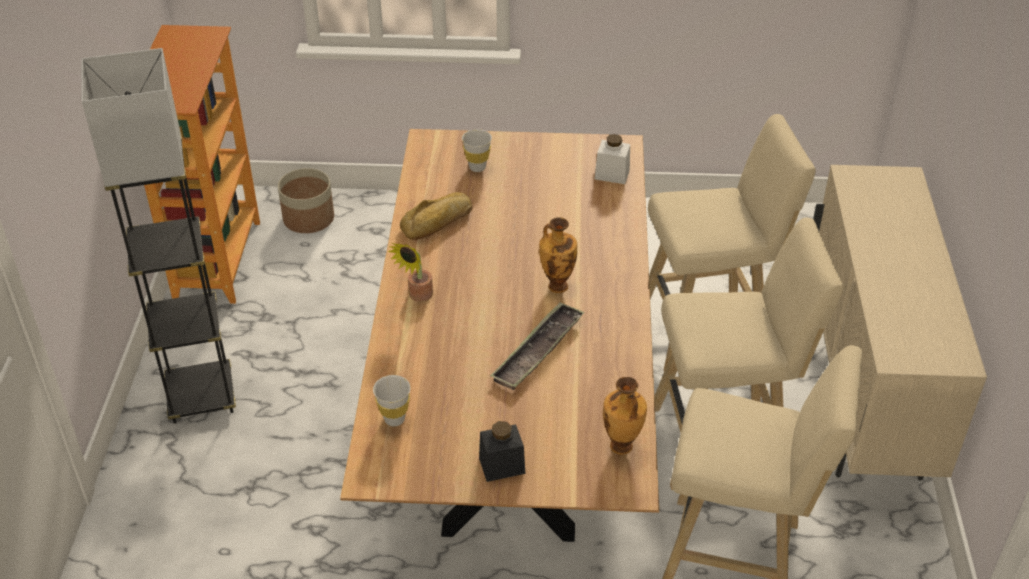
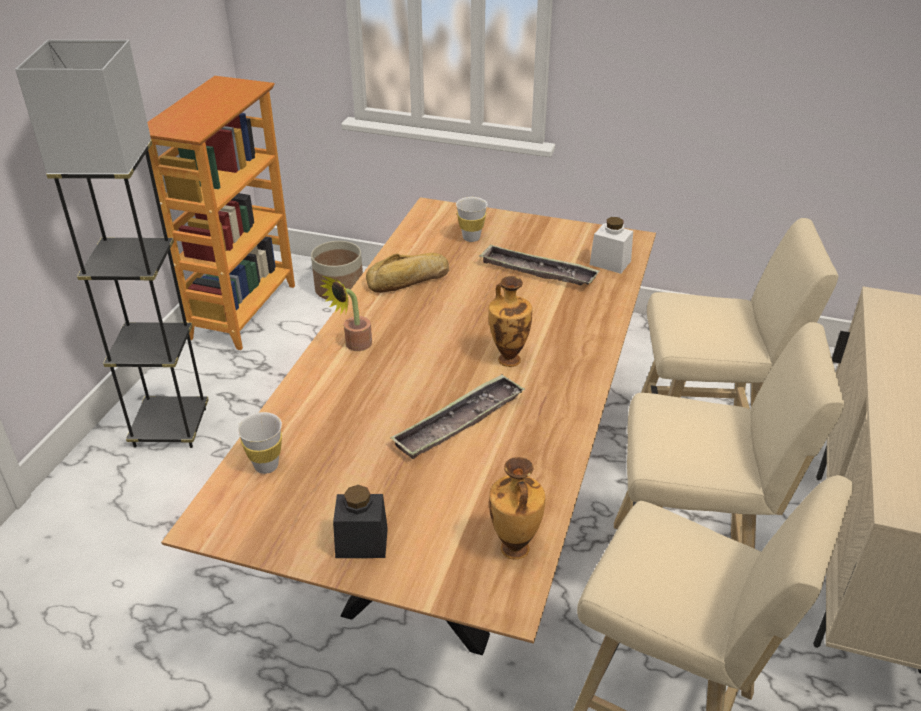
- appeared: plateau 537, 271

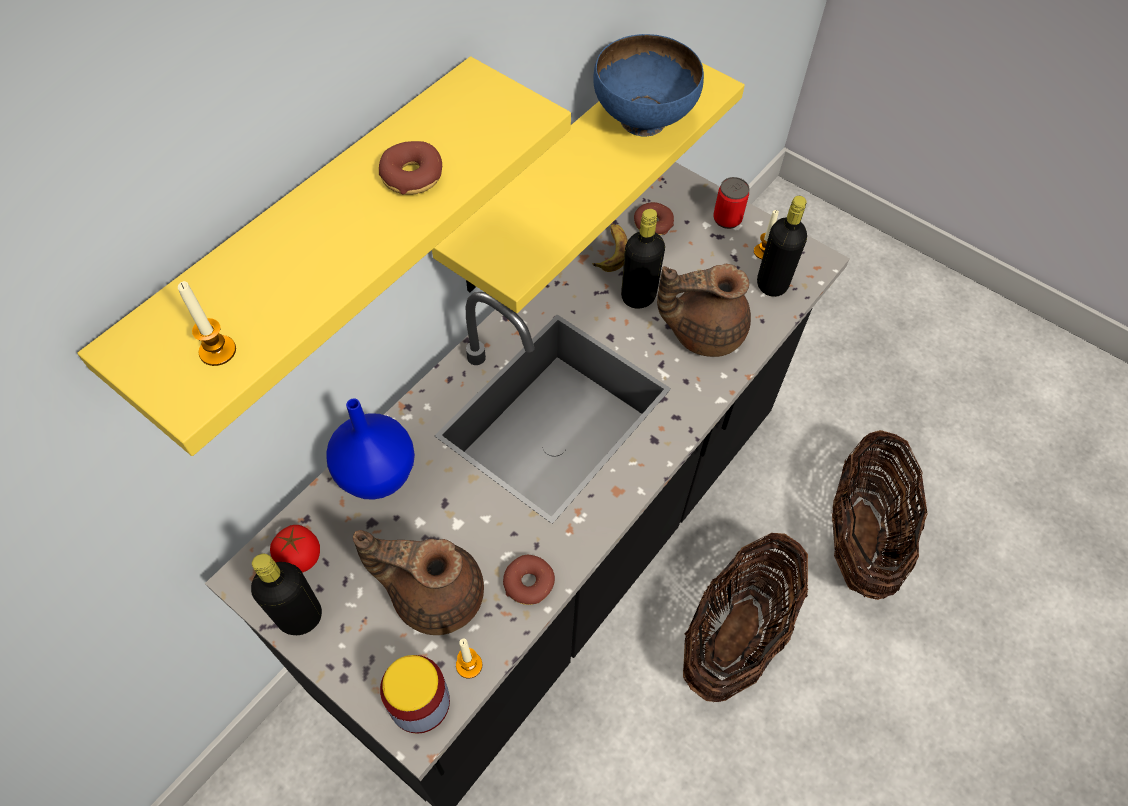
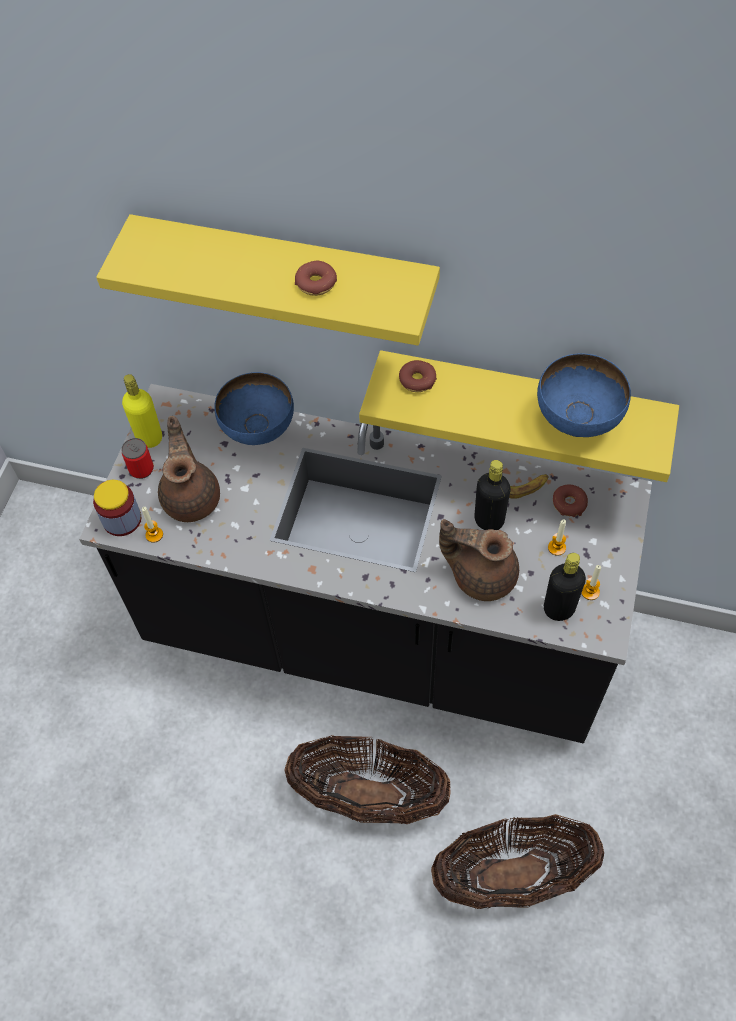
- relocated: boîte métallique 727, 219 to 141, 469
- spun: théière/marron 703, 331 = 481, 575 45 degrees counterclockwise
- relocated: bougie 217, 351 to 556, 547
- exchanged: vase/bleu 379, 475 to bol/bleu 259, 431
- missing: tomate 300, 557
- colour: bouteille/noir 300, 617 to bouteille/jaune 149, 438
- relocated: beignet 528, 583 to 417, 380

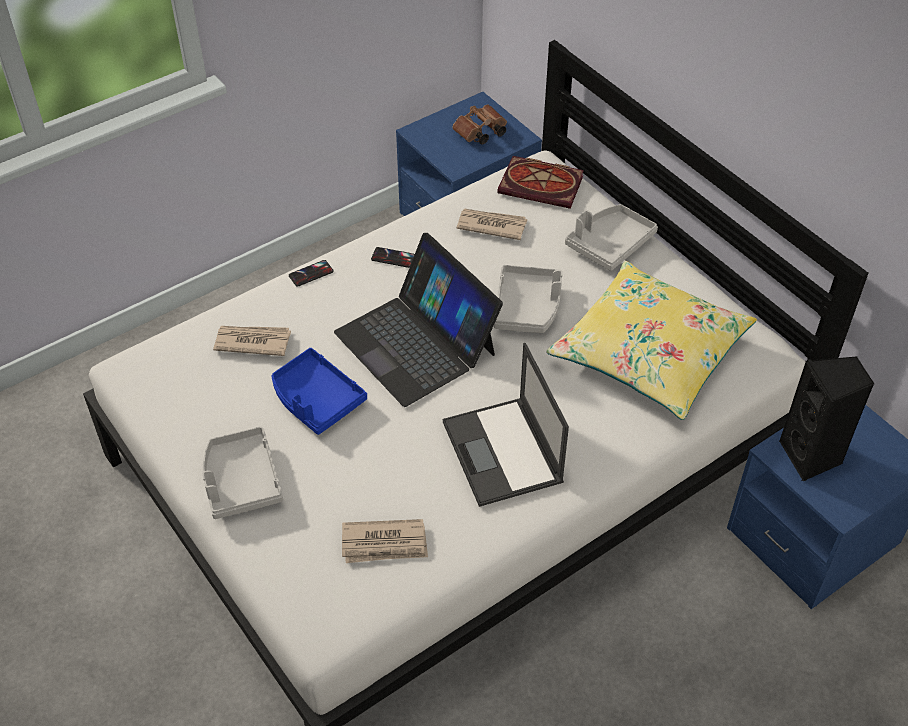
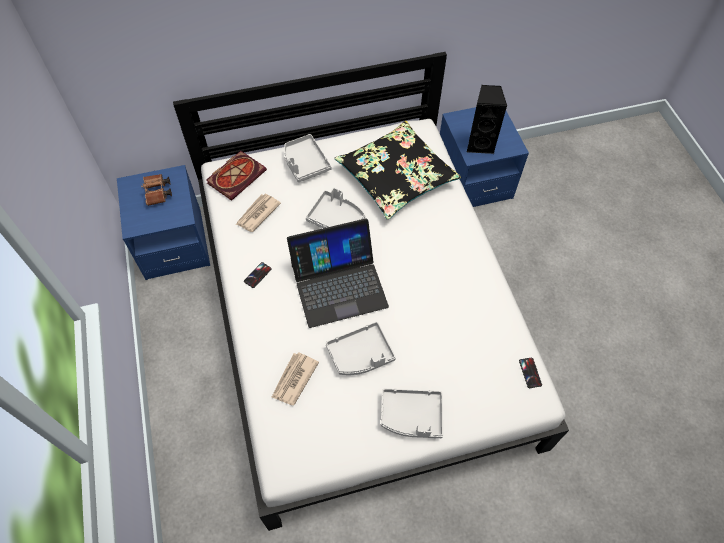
- relocated: téléphone 311, 273 to 530, 373
- colour: coussin/jaune 649, 352 to coussin/noir 396, 177
- missing: ordinateur portable 503, 453
- colour: plateau/bleu 316, 399 to plateau/gris 361, 354
- missing: journal 385, 544

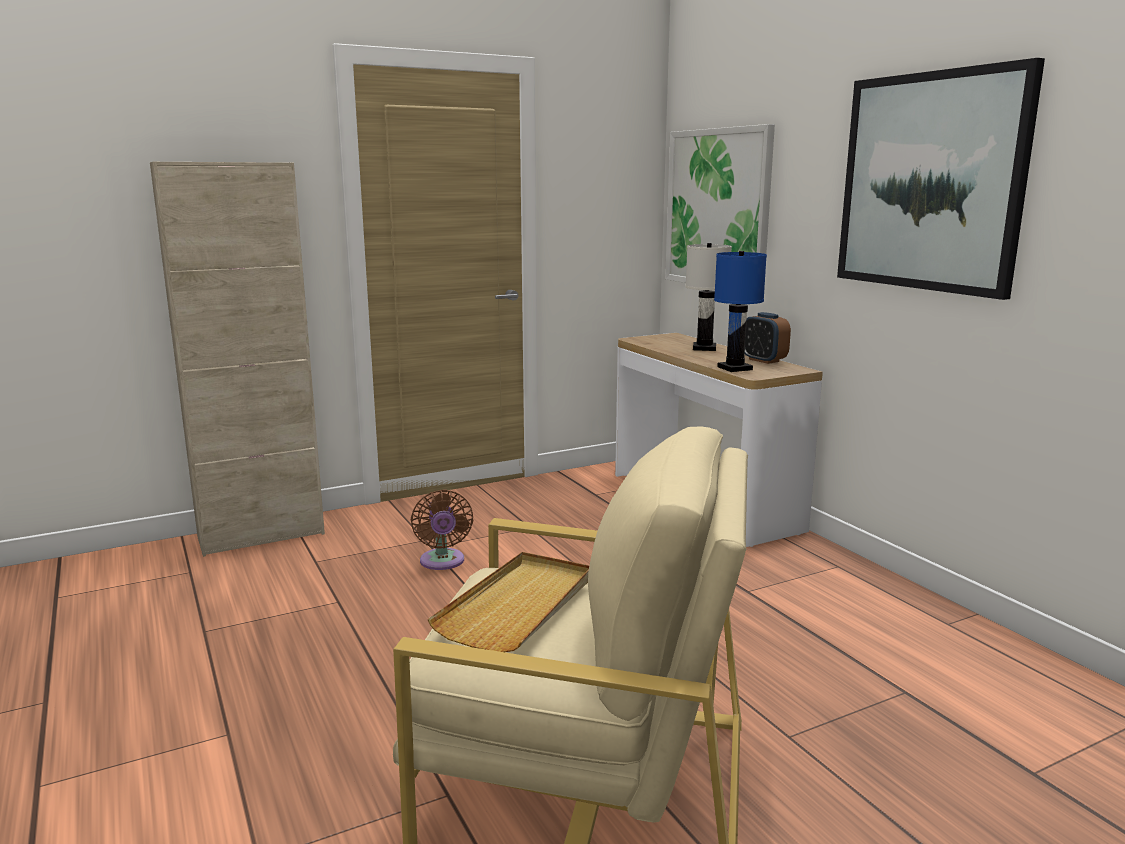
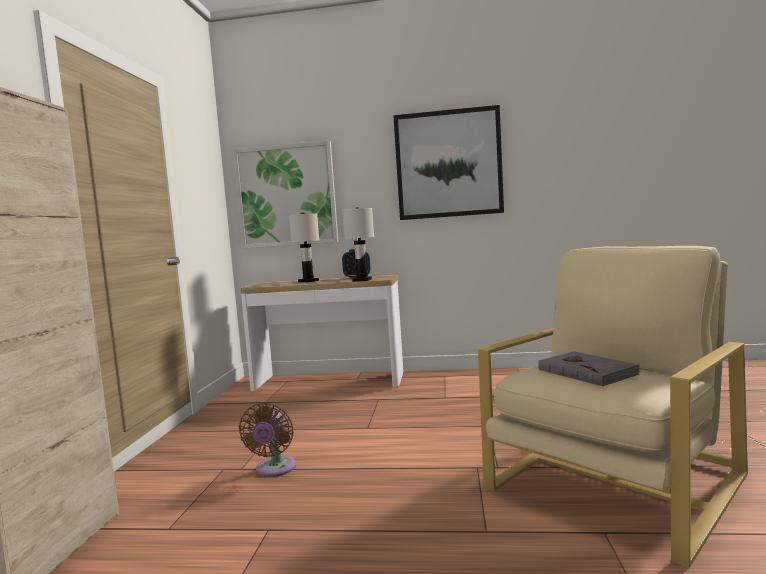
- colour: lampe de table/bleu 735, 368 to lampe de table/blanc 362, 280
- spun: ventilateur/marron 442, 562 = 274, 470 75 degrees clockwise
- exchanged: plateau/beige 519, 605 to livre/gris 587, 371

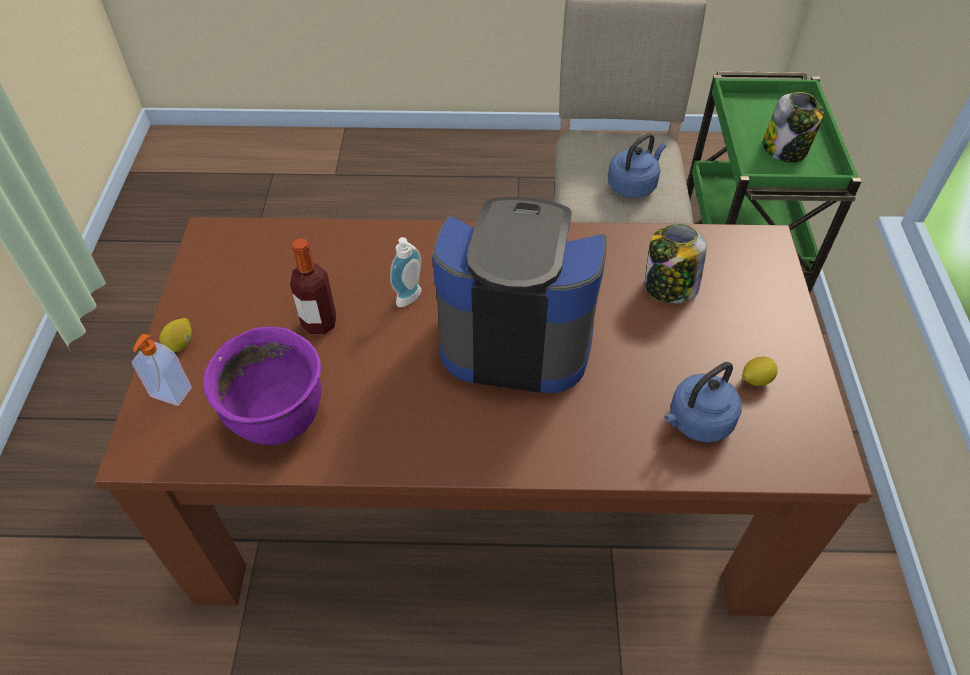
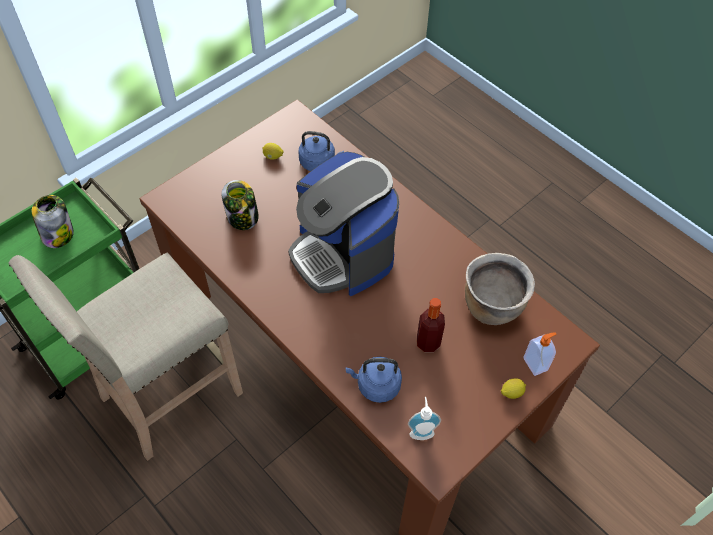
- relocated: bouilloire/bleu 633, 185 to 376, 385
- relocated: distributeur de savon 411, 299 to 421, 431
- colour: marmite/violet 278, 418 to marmite/marron 492, 306

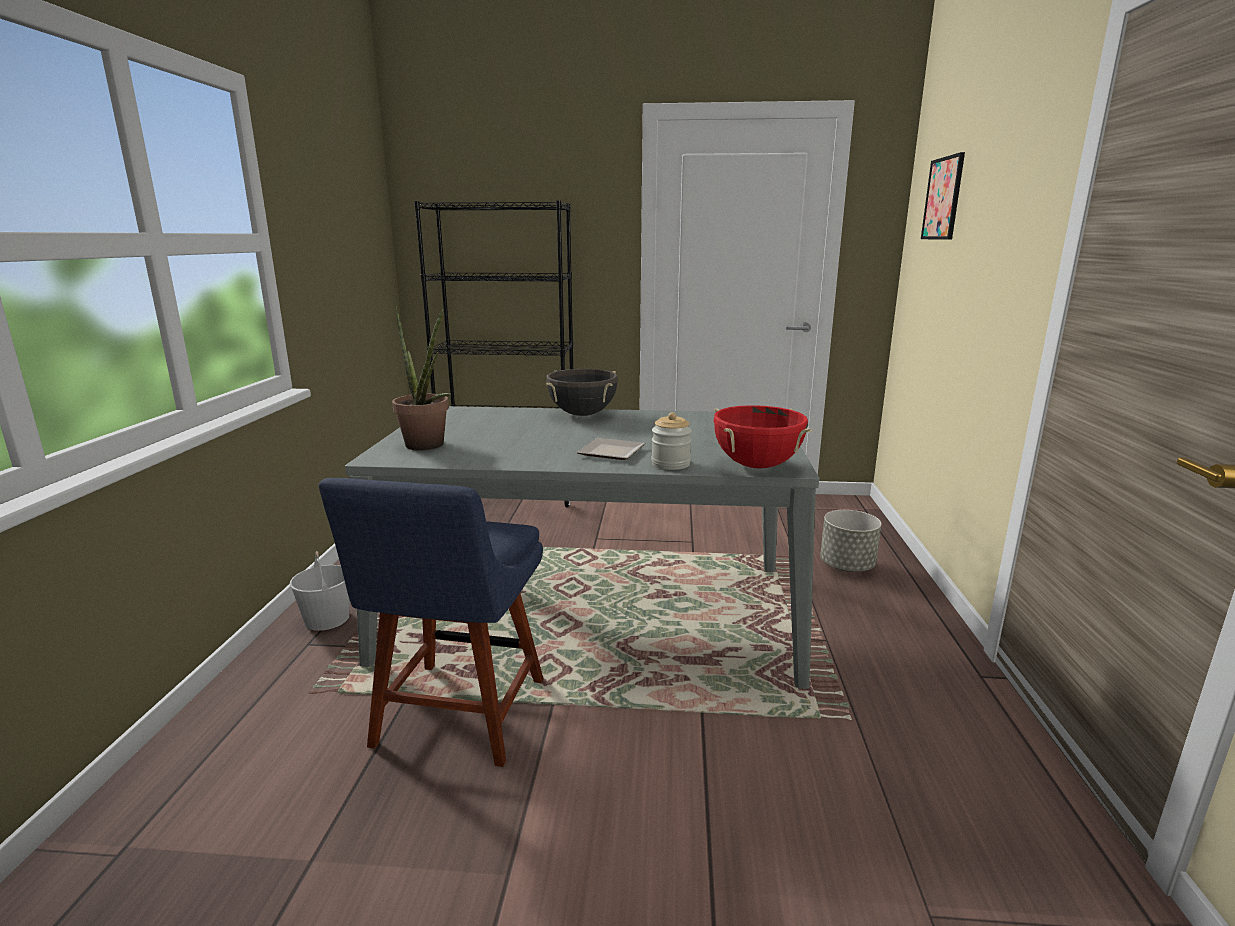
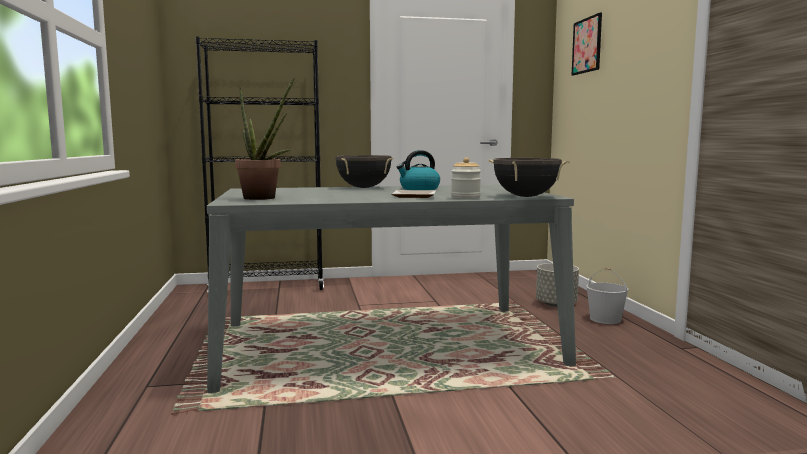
- colour: marmite/rouge 756, 466 to marmite/noir 525, 196
- missing: chaise/bleu 457, 718
- relocated: seau/blanc 327, 619 to 606, 319
- appeared: bouilloire 419, 189

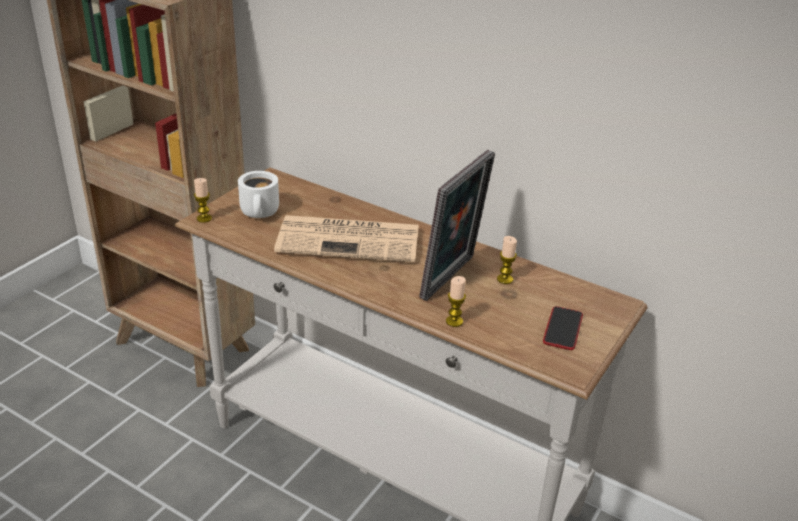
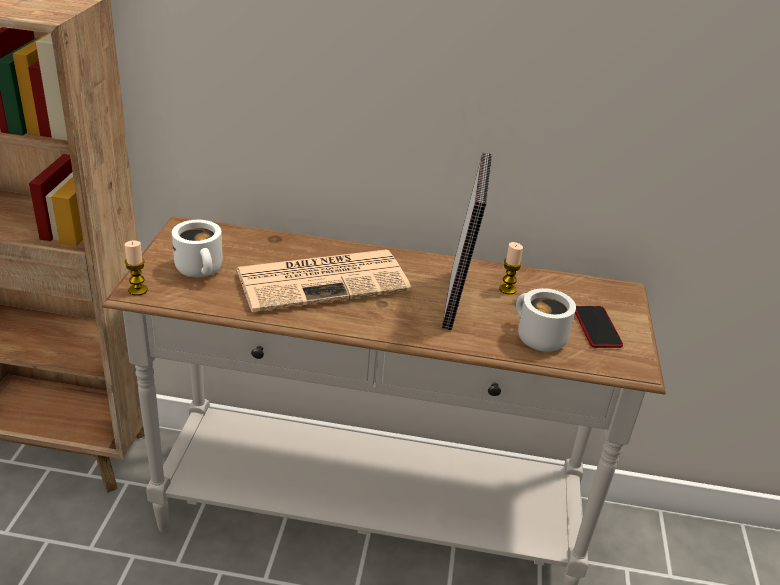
- missing: bougie 454, 321
- appeared: mug/blanc 536, 338

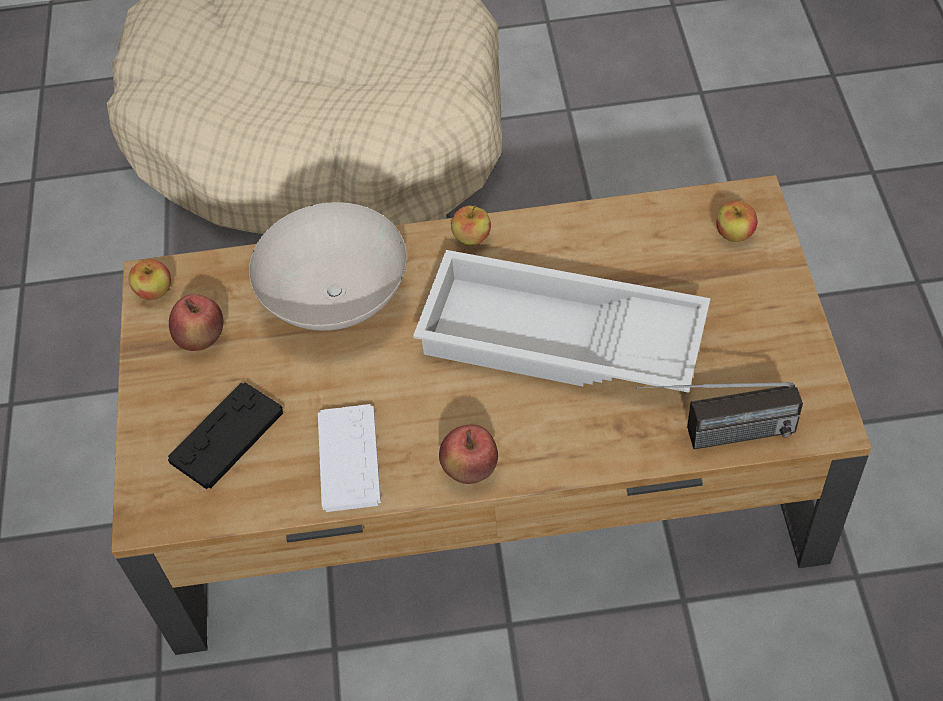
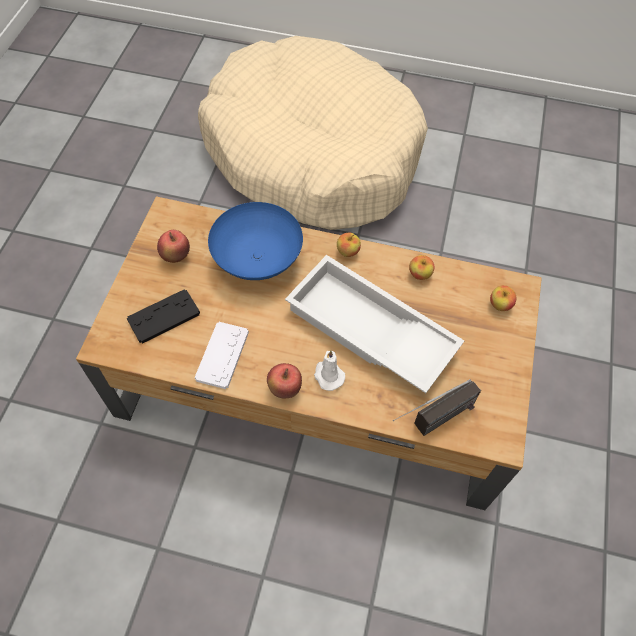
- colour: bol/blanc 338, 299 to bol/bleu 258, 260
- relocated: pomme 155, 291 to 420, 274
- spun: radio 714, 437 = 431, 424 45 degrees counterclockwise
- appeared: bougie/blanc 328, 375

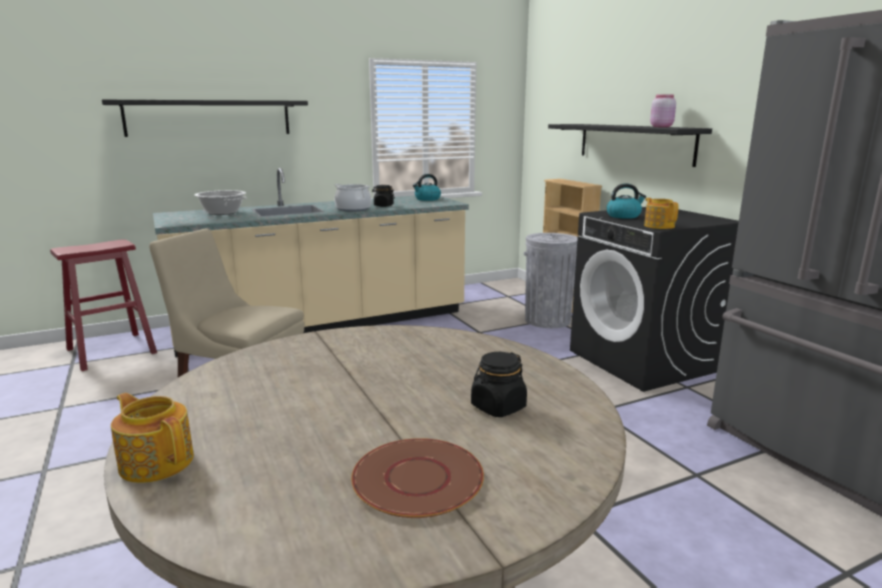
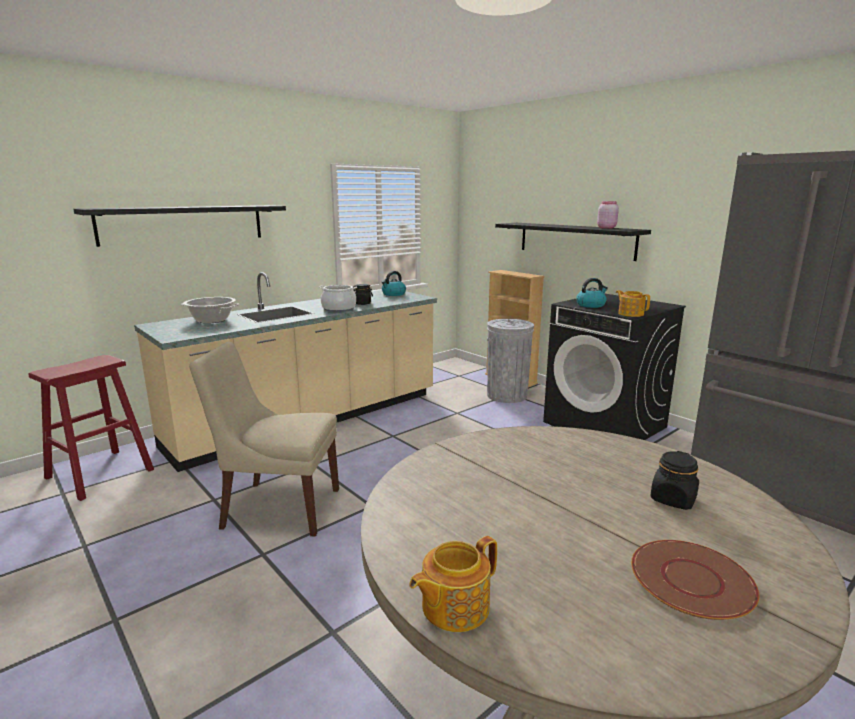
- spun: théière 157, 461 = 453, 607 60 degrees counterclockwise

